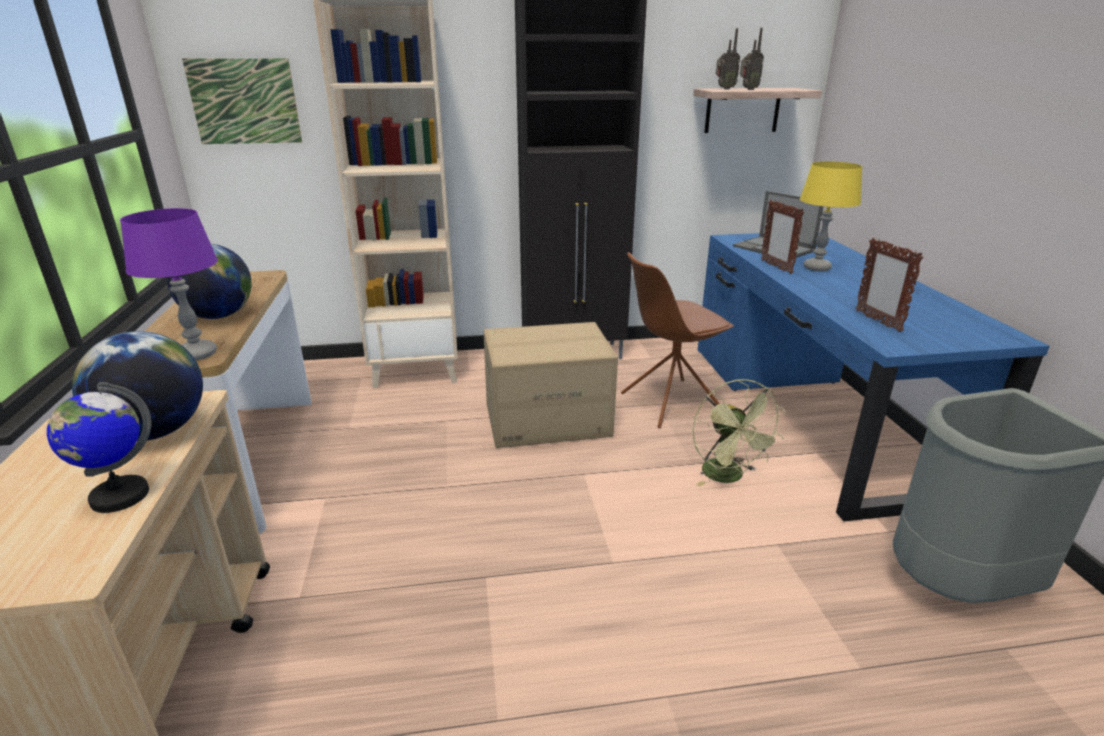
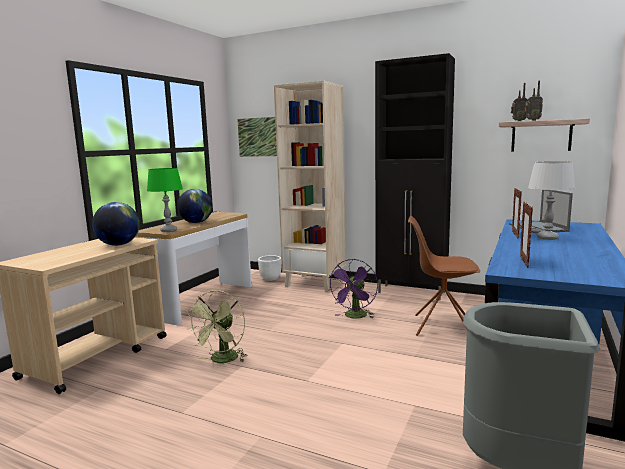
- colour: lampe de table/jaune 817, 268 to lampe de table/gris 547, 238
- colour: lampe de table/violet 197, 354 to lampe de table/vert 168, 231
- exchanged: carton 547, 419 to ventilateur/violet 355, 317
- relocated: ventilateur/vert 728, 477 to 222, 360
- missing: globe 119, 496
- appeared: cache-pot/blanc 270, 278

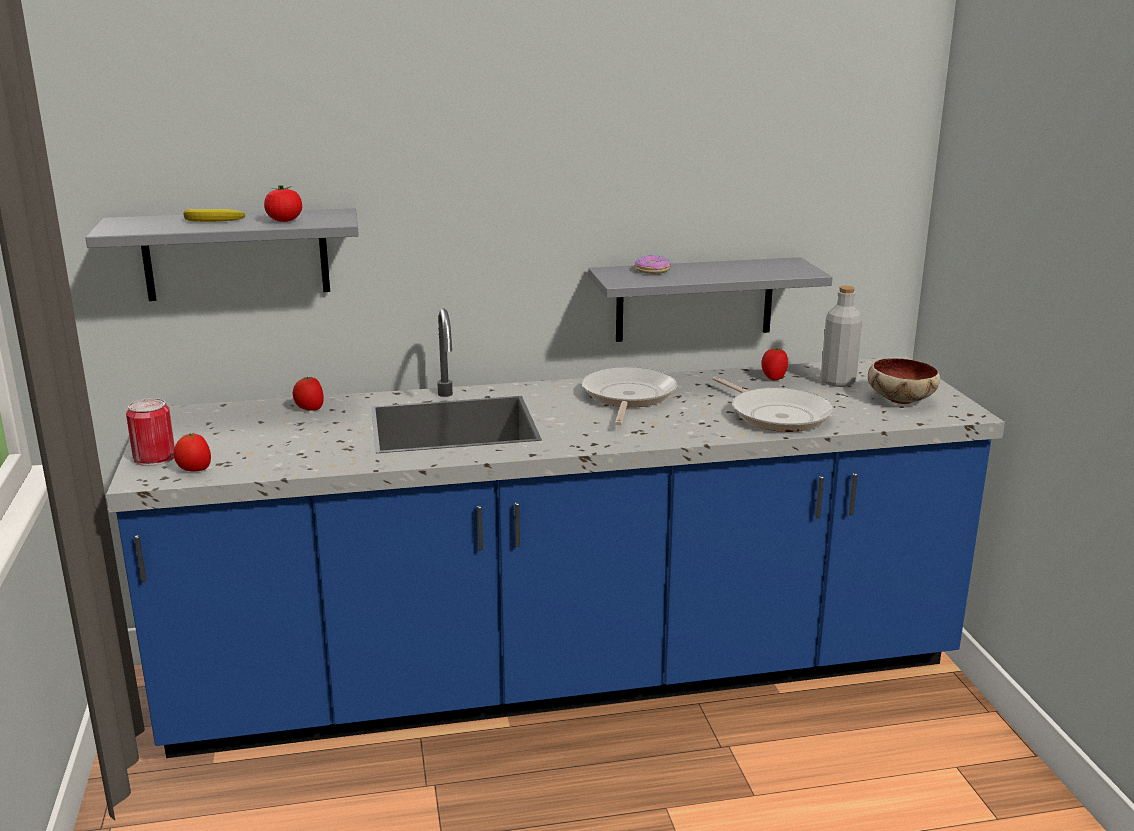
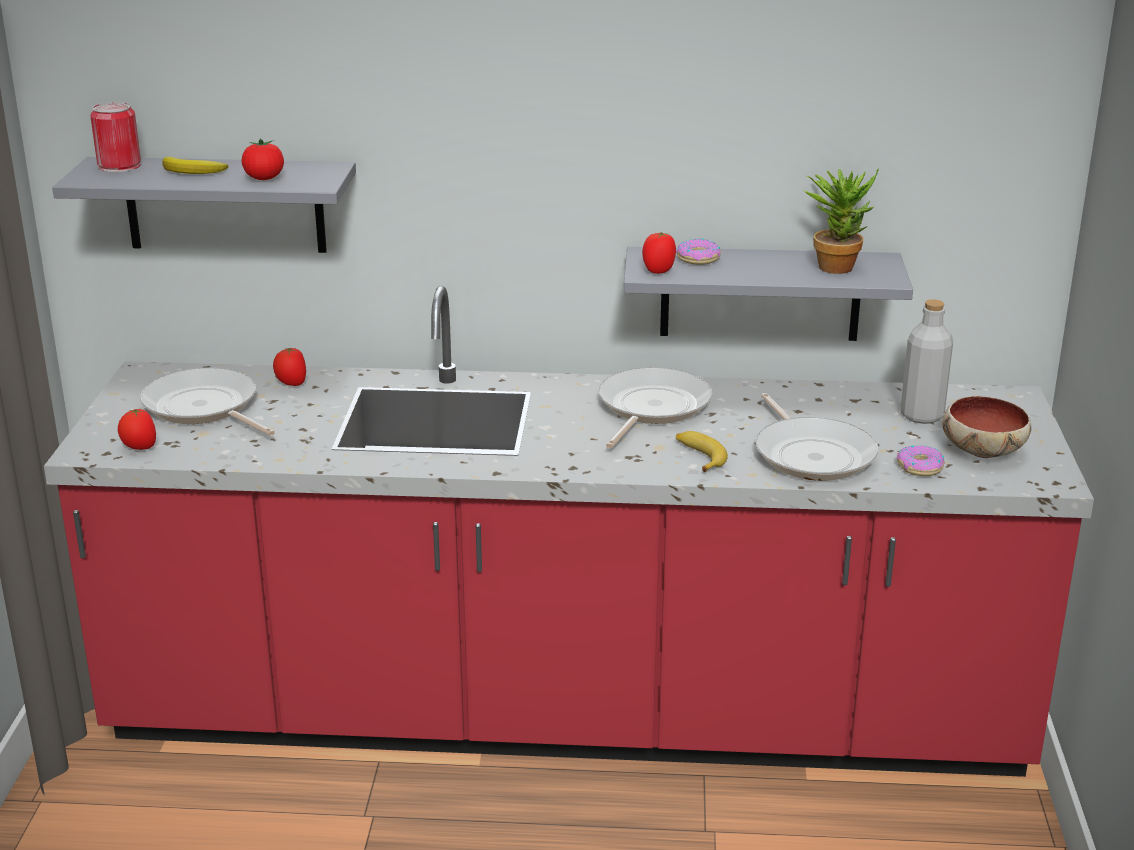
- colour: comptoir de cuisine/bleu 567, 676 to comptoir de cuisine/rouge 567, 718
- relocated: tomate 773, 378 to 658, 271
- relocated: boîte métallique 154, 458 to 119, 166
- appeared: plante en pot 837, 265
- appeared: poêle 204, 408
- appeared: banane 698, 457
- appeared: beignet 919, 467

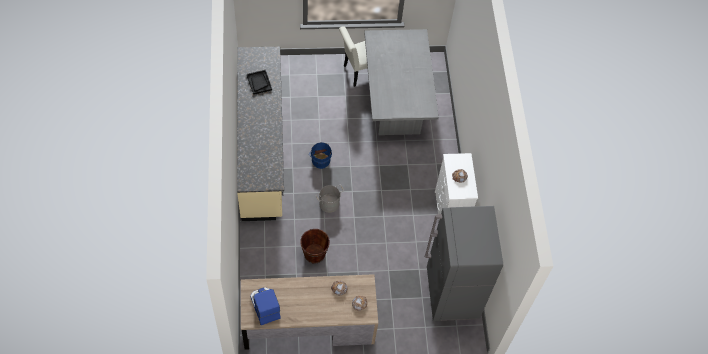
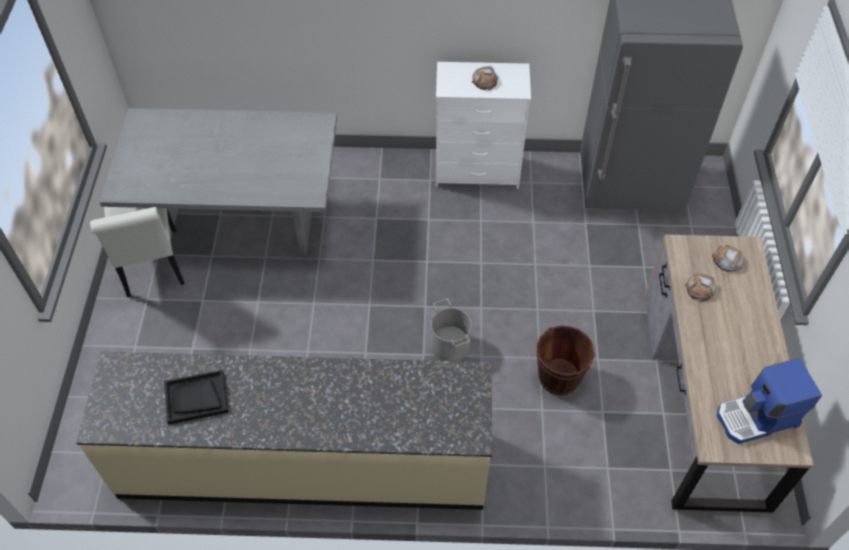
- missing: seau/bleu 320, 160

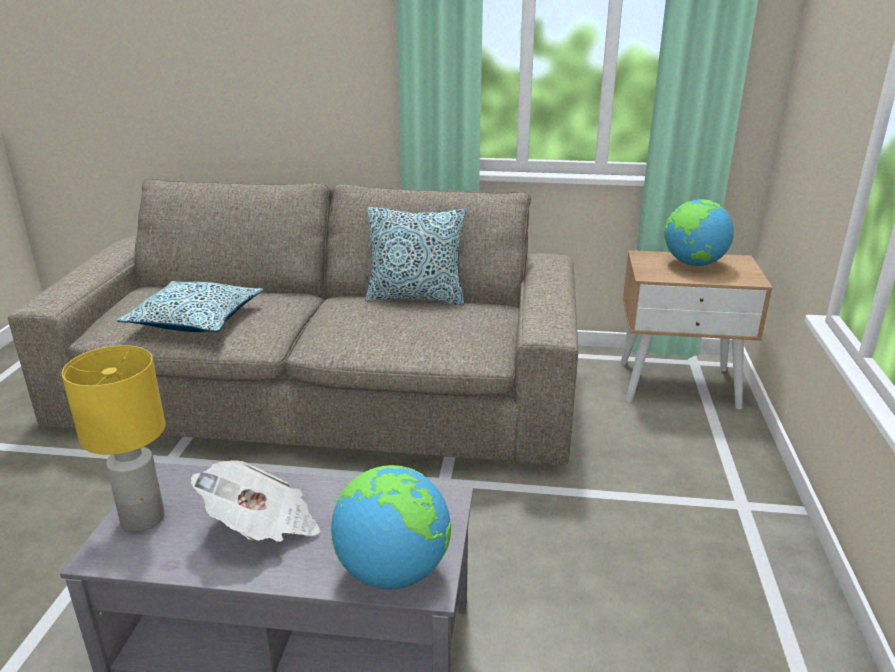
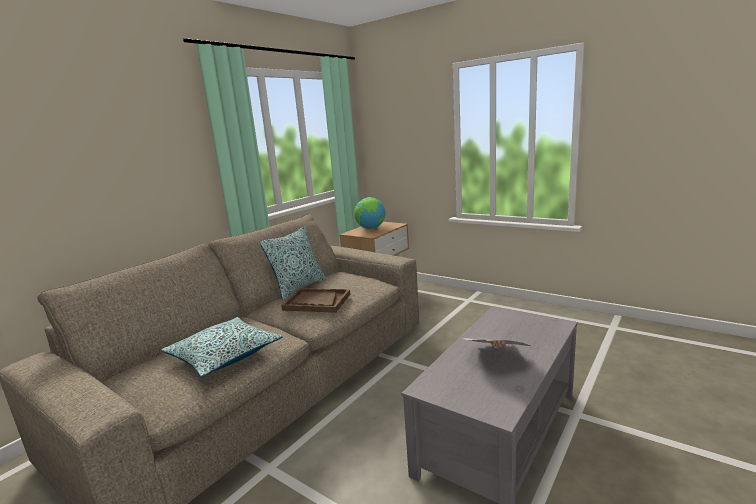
- missing: lampe de table/jaune 142, 518
- missing: globe 393, 571
- appeared: plateau/marron 317, 302

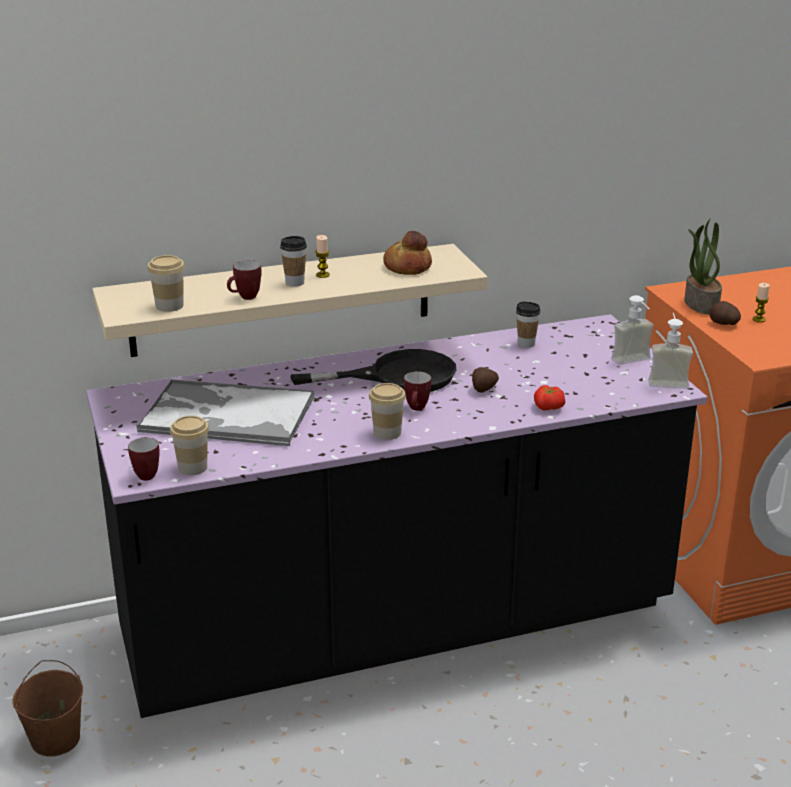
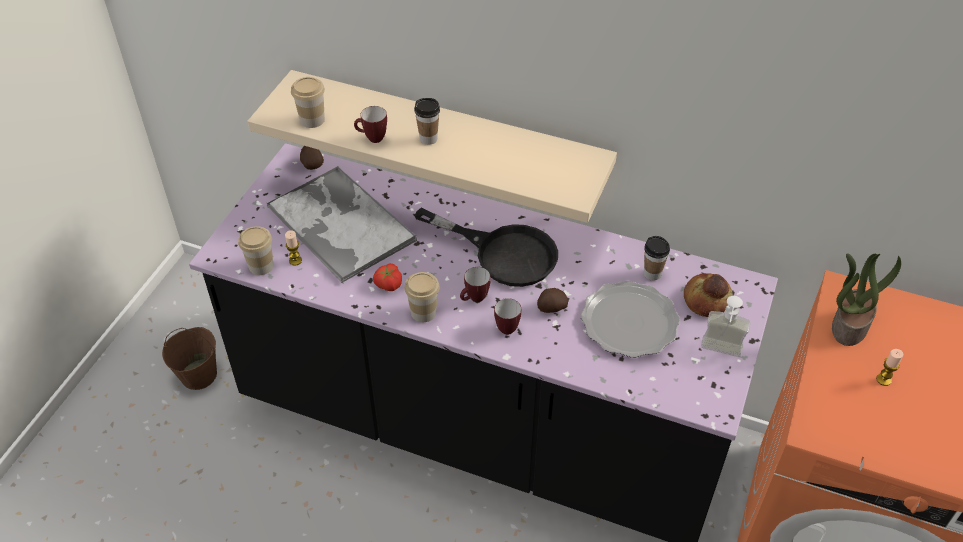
- relocated: pain 407, 267 to 706, 299
- relocated: bougie 323, 275 to 295, 260
- relocated: pomme de terre 723, 324 to 312, 164
- missing: distributeur de savon 667, 381
- relocated: tomate 547, 408 to 388, 284
- relocated: mug 144, 475 to 507, 326
- appeared: assiette 628, 322

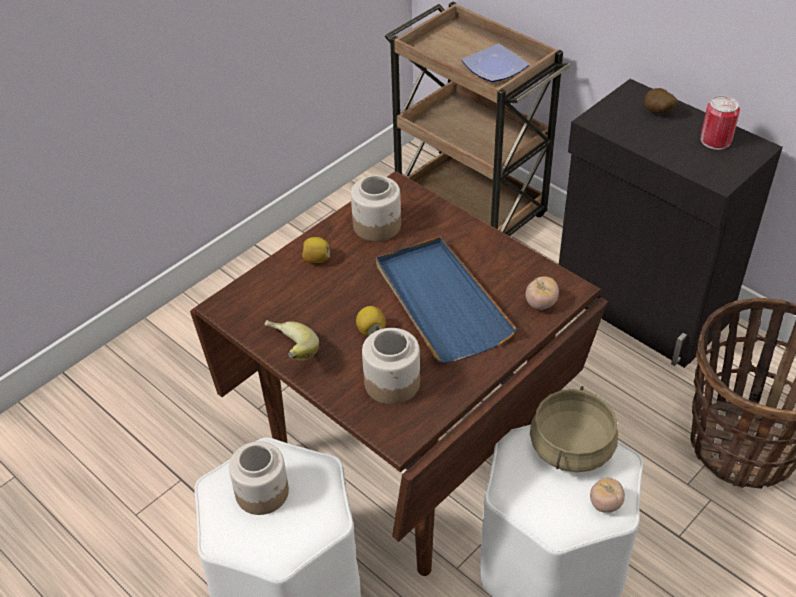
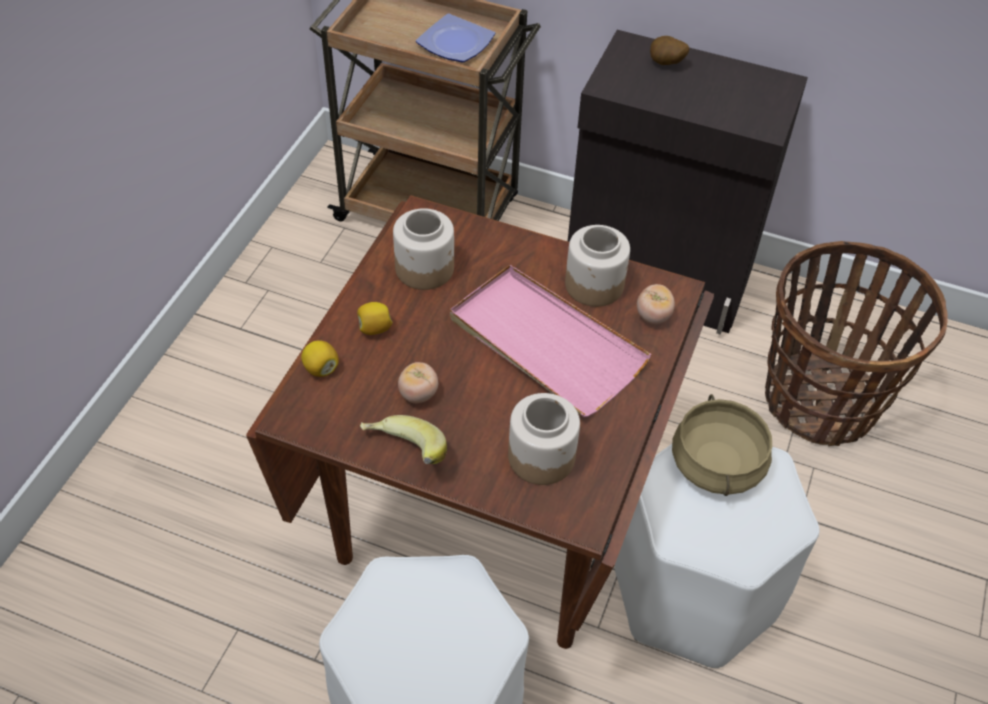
- missing: boîte métallique 715, 140
- colour: plateau/bleu 440, 302 to plateau/rose 545, 344
- relocated: citron 371, 330 to 321, 368
- relocated: bocal 263, 492 to 595, 285
- relocated: tomate 605, 504 to 418, 394

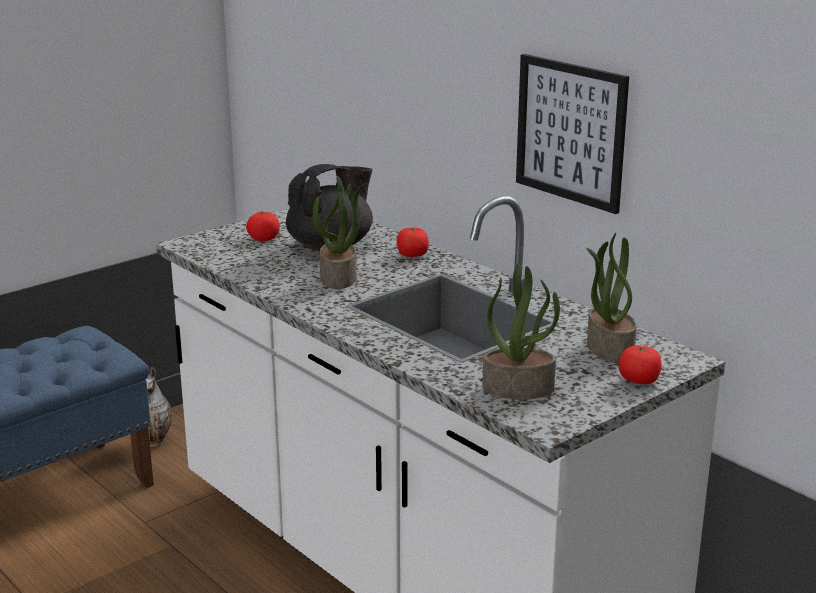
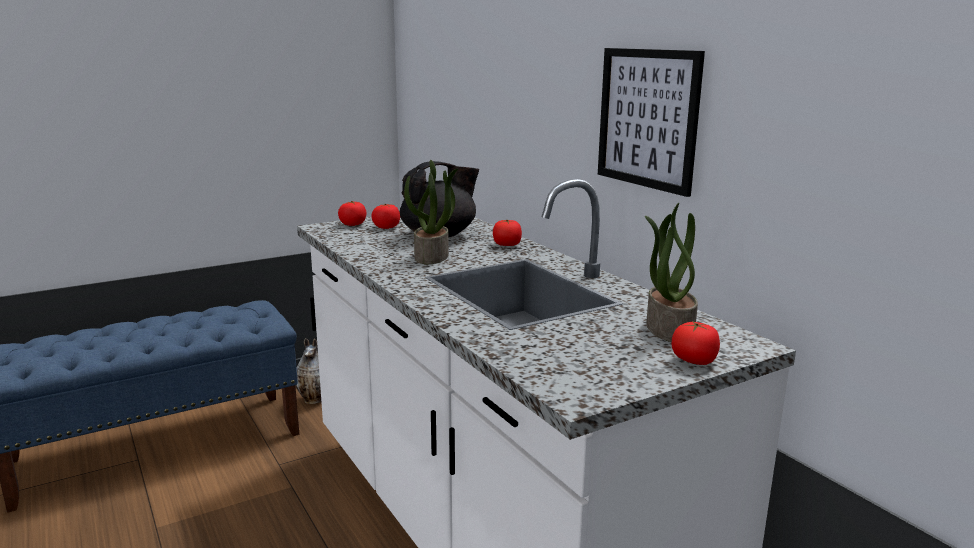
- missing: plante en pot 519, 388
- appeared: tomate 353, 224

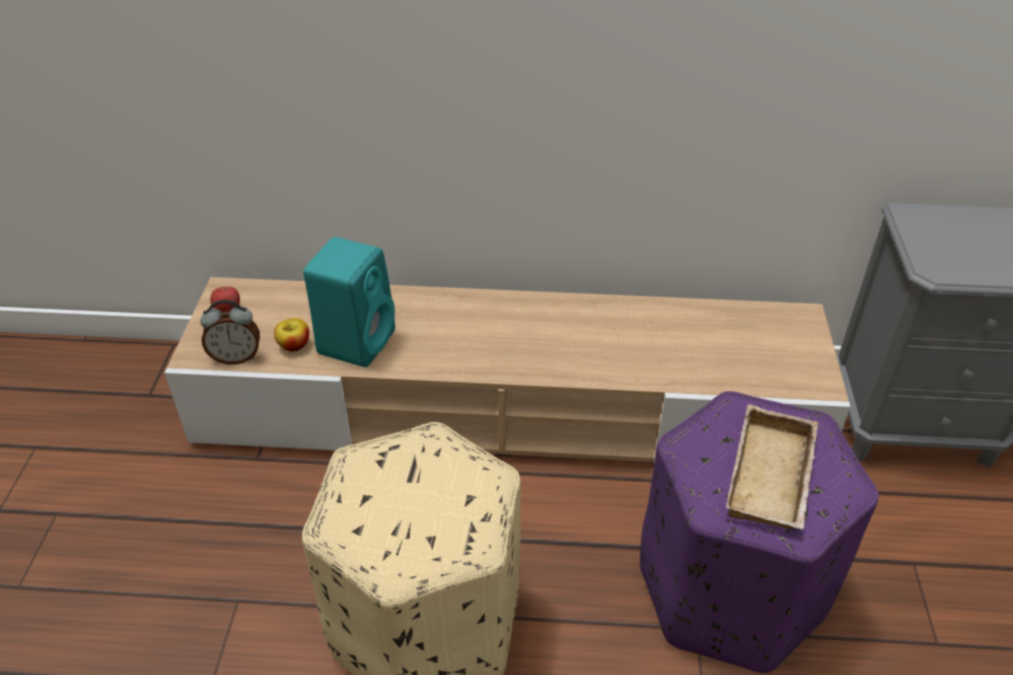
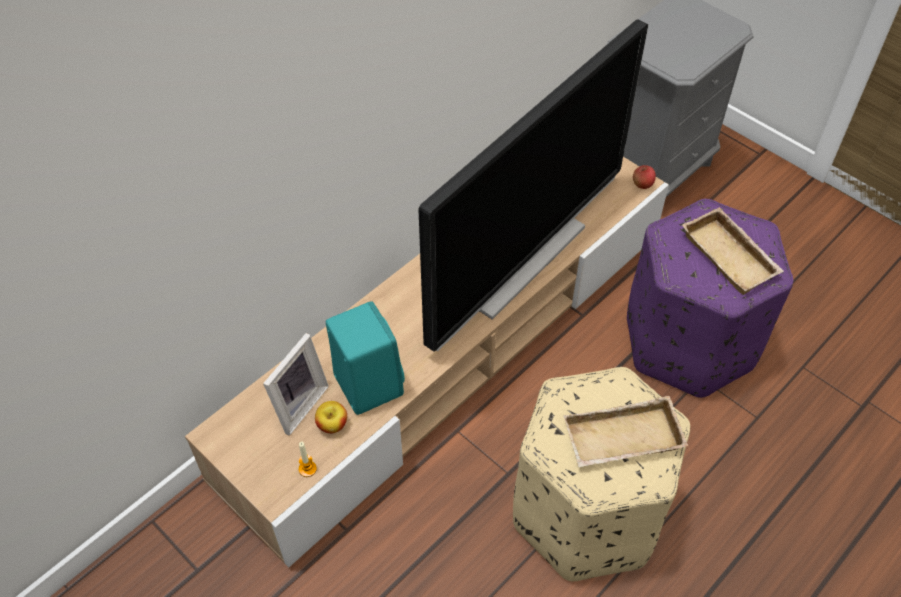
- relocated: pomme 227, 310 to 642, 184
- exchanged: réveil 236, 357 to bougie 307, 469
- appeared: téléviseur 520, 260
- appeared: cadre photo 297, 404
- appeared: plateau/beige 622, 441

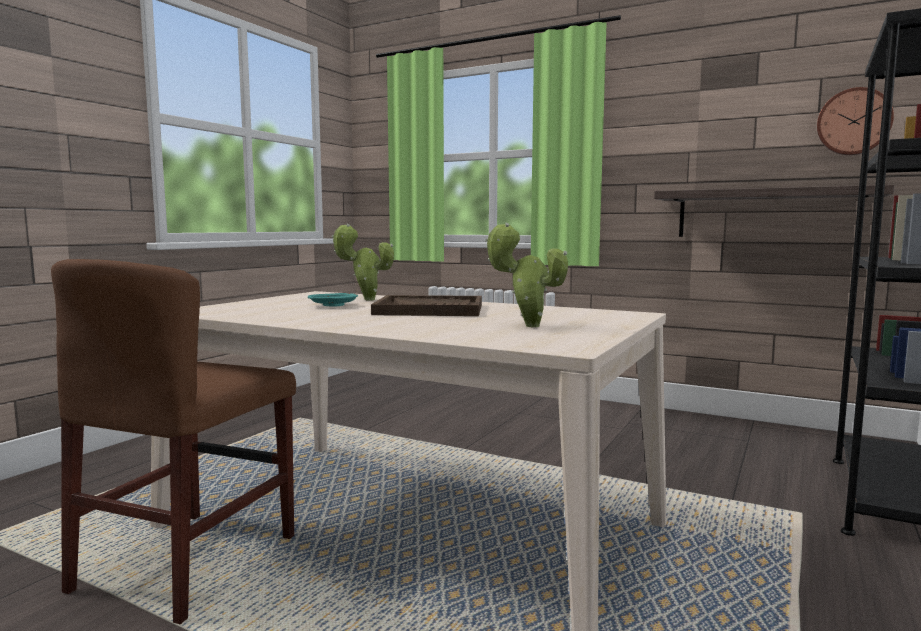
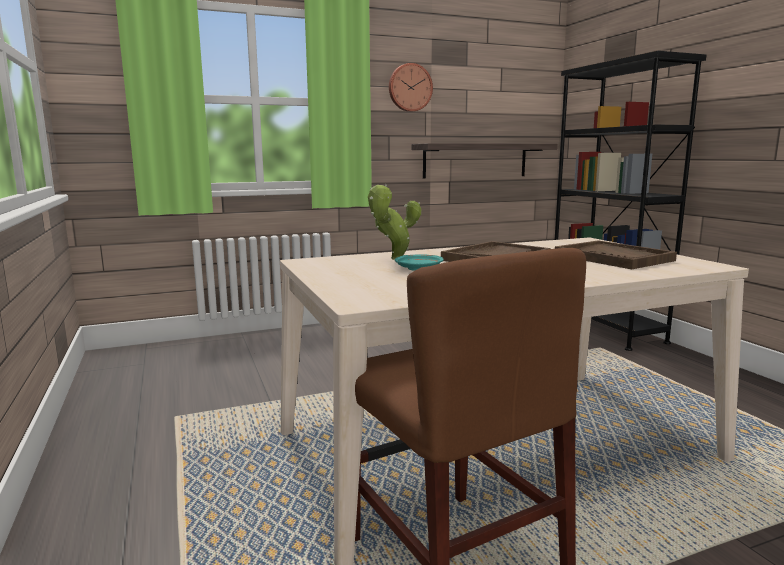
- relocated: horloge murale 853, 122 to 409, 87
- exchanged: plante en pot 527, 326 to plateau/marron 613, 258

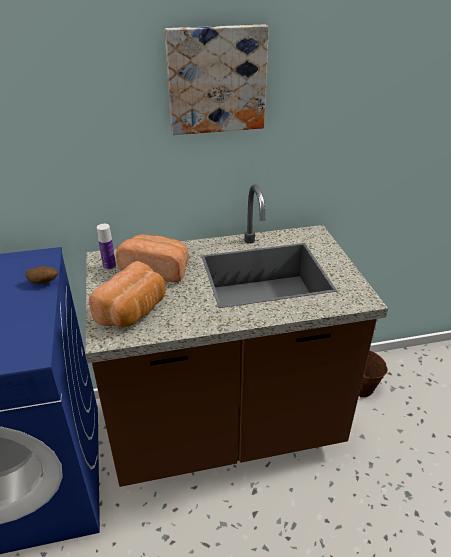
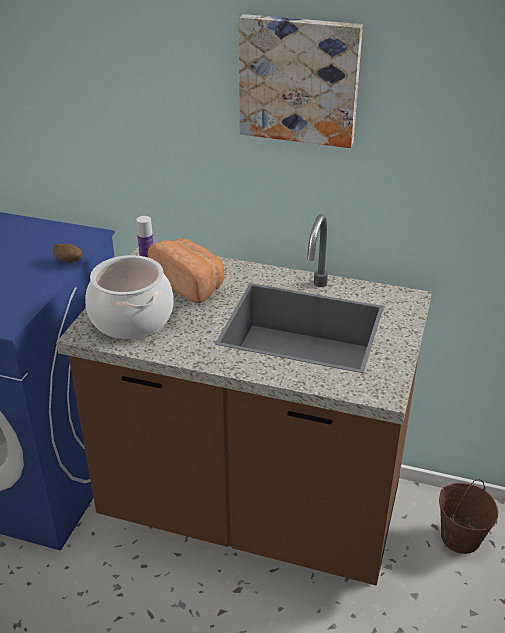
- exchanged: pain 134, 311 to marmite 131, 318

